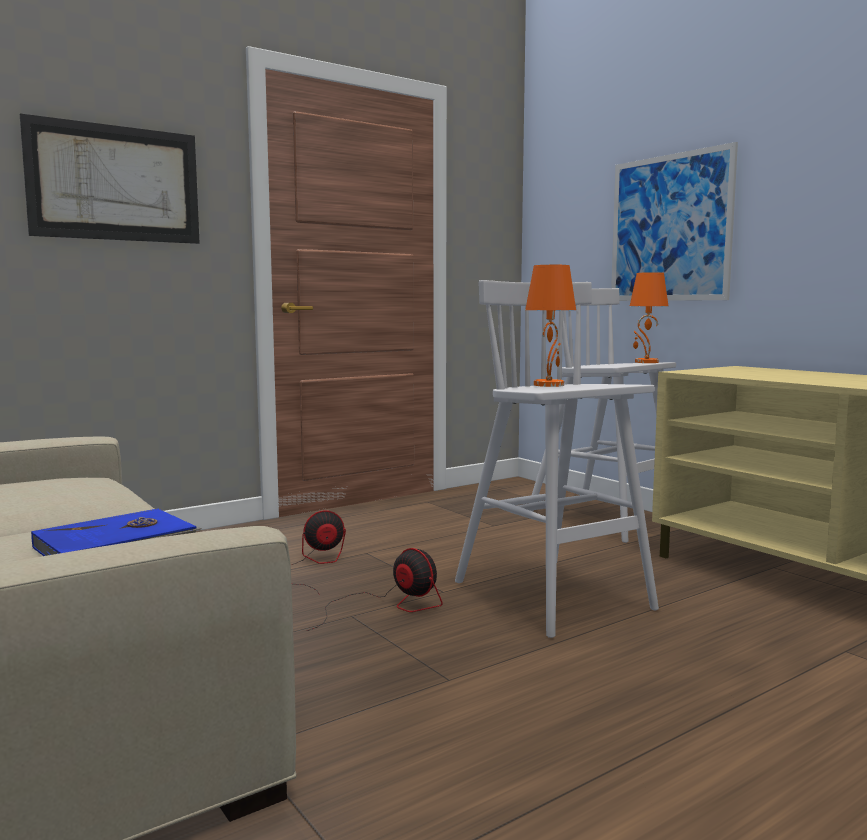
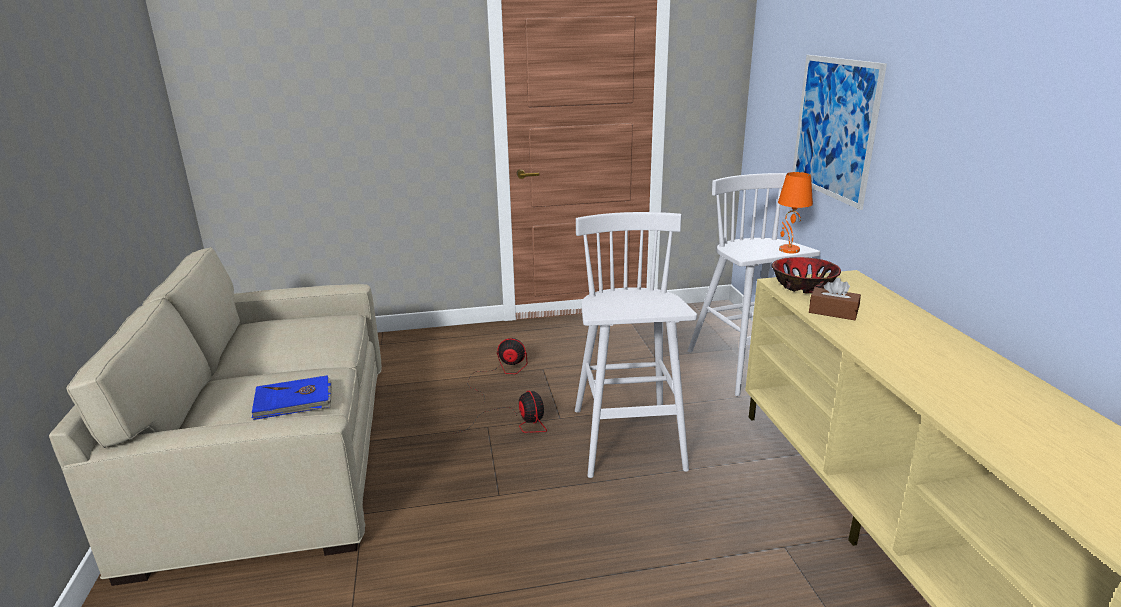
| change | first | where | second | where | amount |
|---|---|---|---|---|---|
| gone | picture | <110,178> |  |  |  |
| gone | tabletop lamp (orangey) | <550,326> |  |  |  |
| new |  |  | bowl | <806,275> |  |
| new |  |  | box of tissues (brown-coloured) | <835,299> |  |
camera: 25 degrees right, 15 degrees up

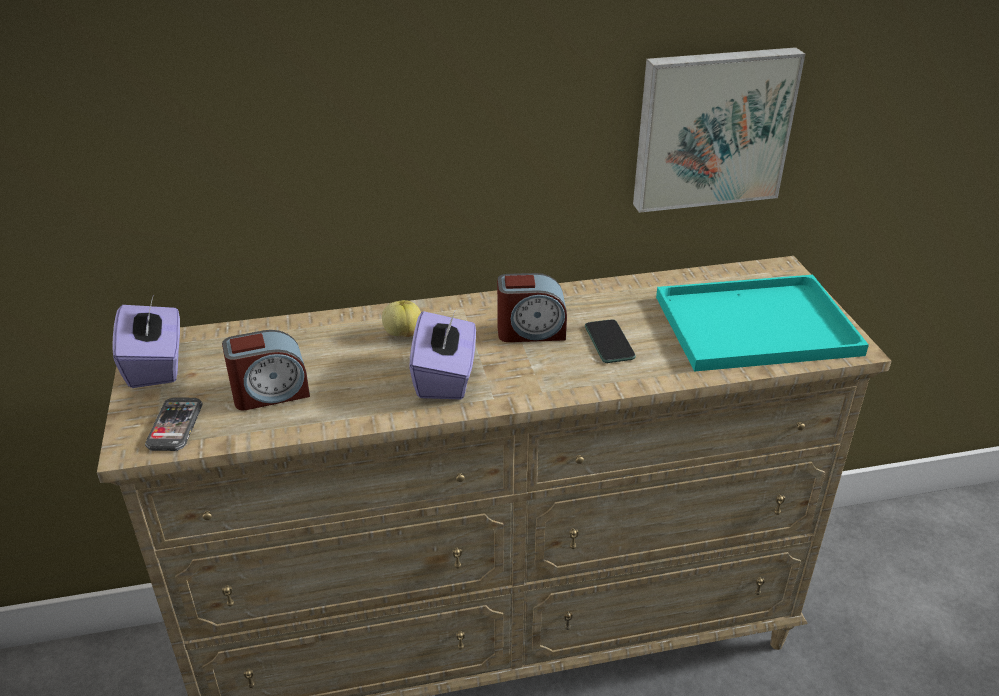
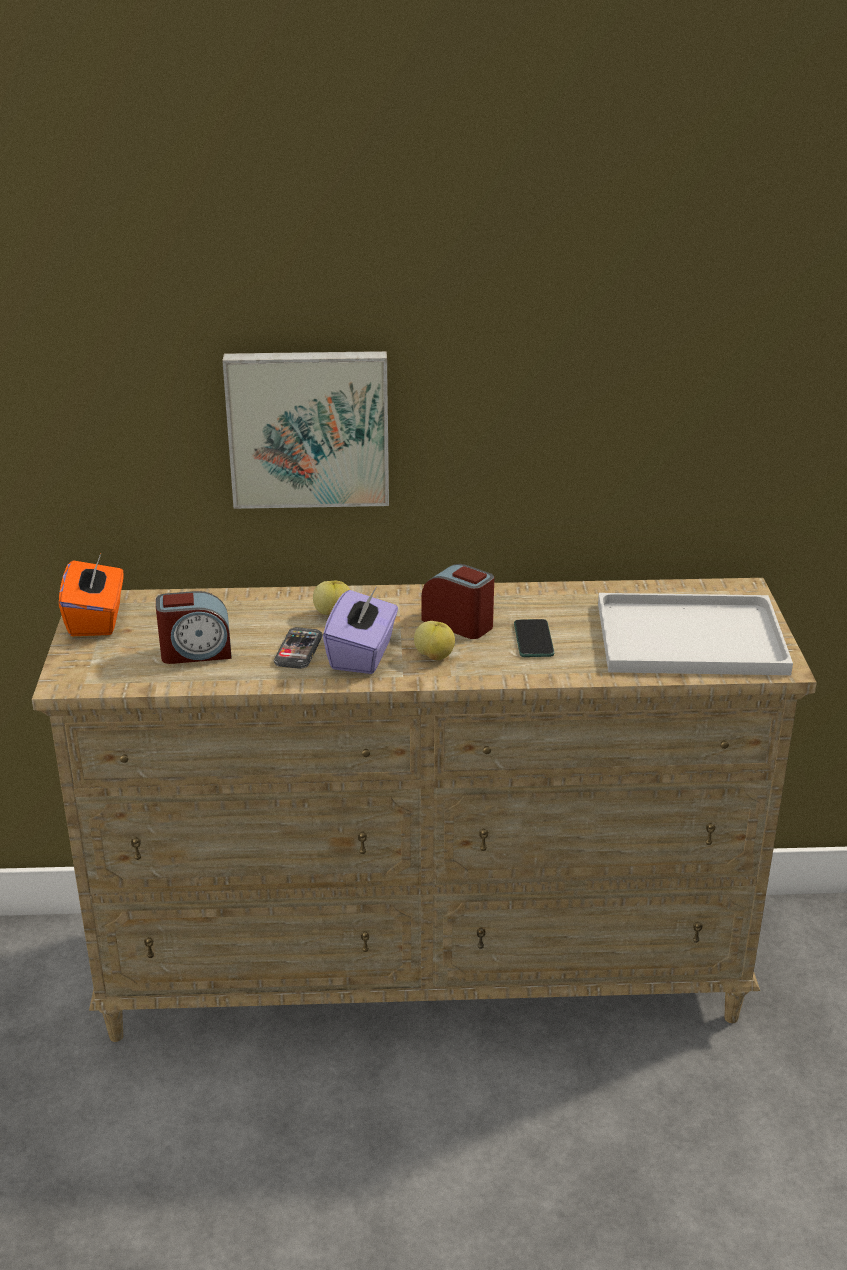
| change | first | where | second | where | amount |
|---|---|---|---|---|---|
| new |  |  | whole apple | <434,640> |  |
| shifted | telephone | <174,424> |  | <298,648> |  |
| shifted | picture | <719,130> |  | <305,430> |  |
| repainted | box of tissues (purplish) | <146,342> | box of tissues (orangey) | <91,594> |  |
| repainted | tray (turquoise-coloured) | <762,323> | tray (white-coloured) | <695,634> |  |
| rotated | alarm clock | <532,307> |  | <457,601> | 150 degrees counterclockwise |
camera: 10 degrees right, 5 degrees down

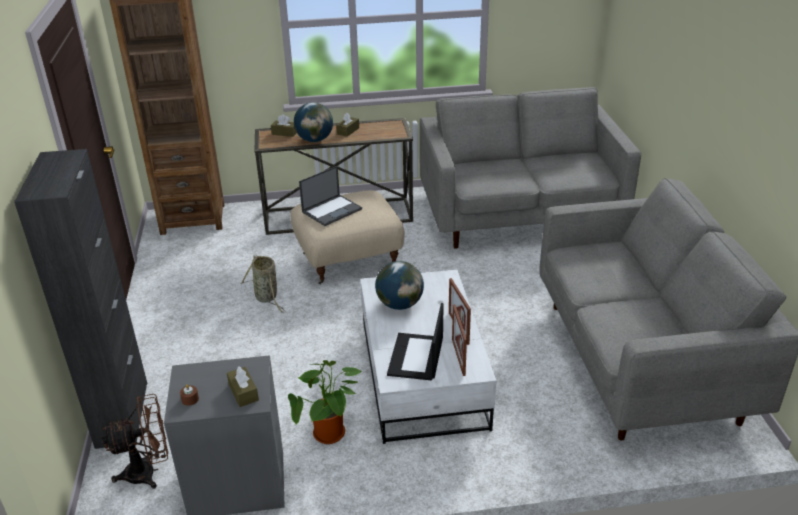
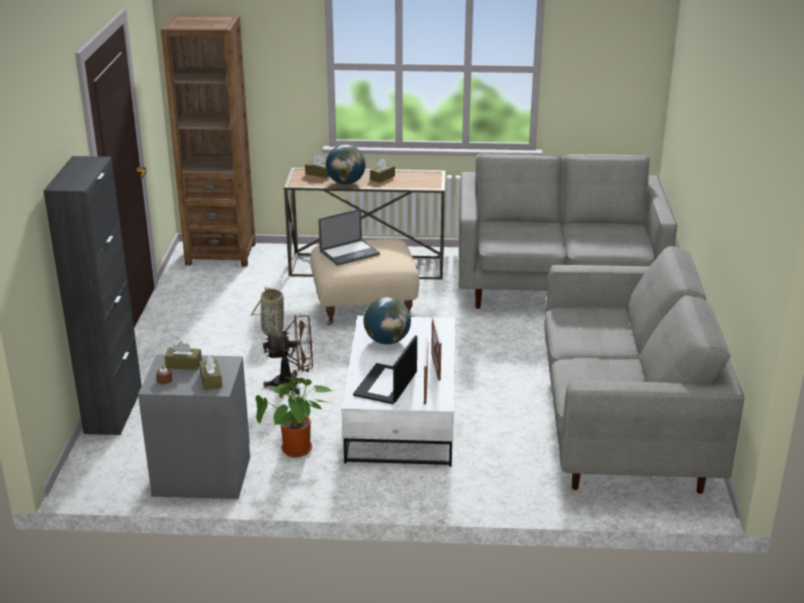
| change | first | where | second | where | amount |
|---|---|---|---|---|---|
| new |  |  | box of tissues (brown-coloured) | <183,355> |  |
| shifted | cooling fan (brown-coloured) | <134,441> |  | <288,355> |  |
camera: 10 degrees right, 5 degrees down

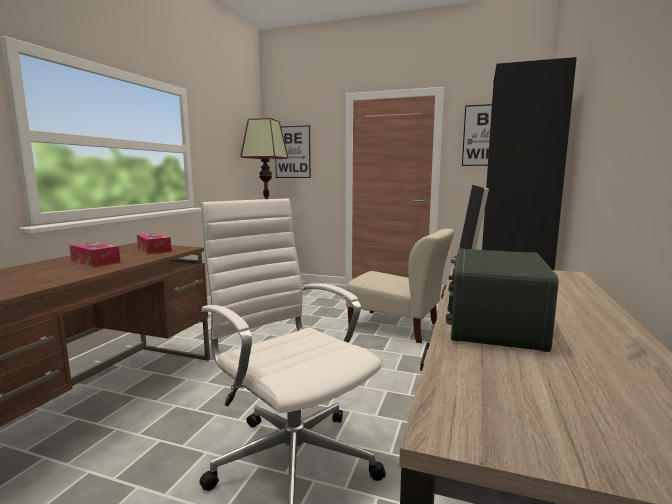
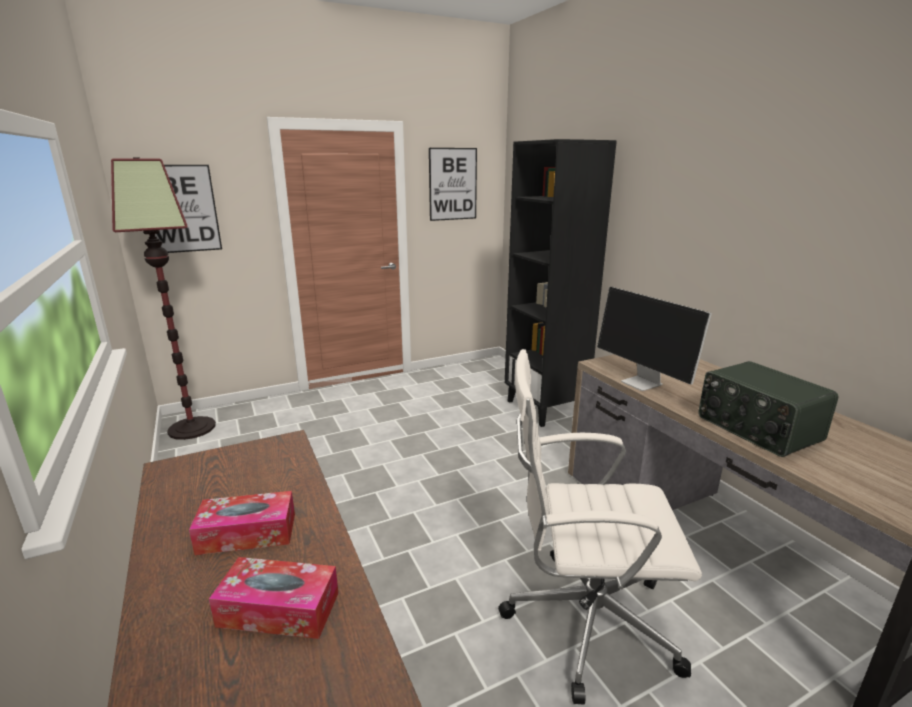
| change | first | where | second | where | amount |
|---|---|---|---|---|---|
| gone | chair (beige) | <400,286> |  |  |  |
| shifted | box of tissues | <154,243> |  | <273,598> |  |
camera: 45 degrees left, 10 degrees up

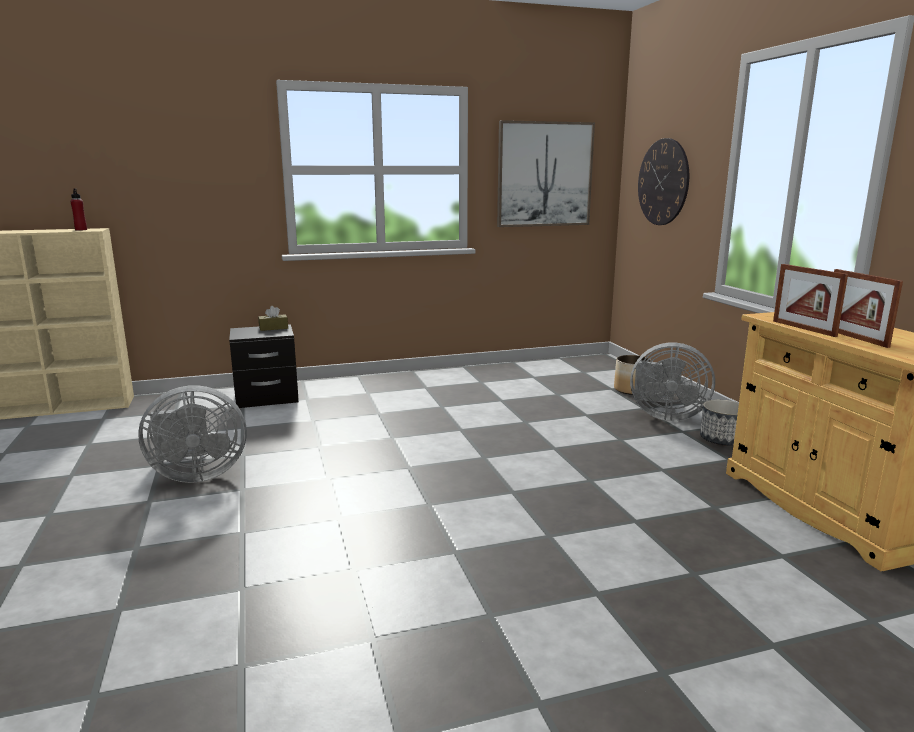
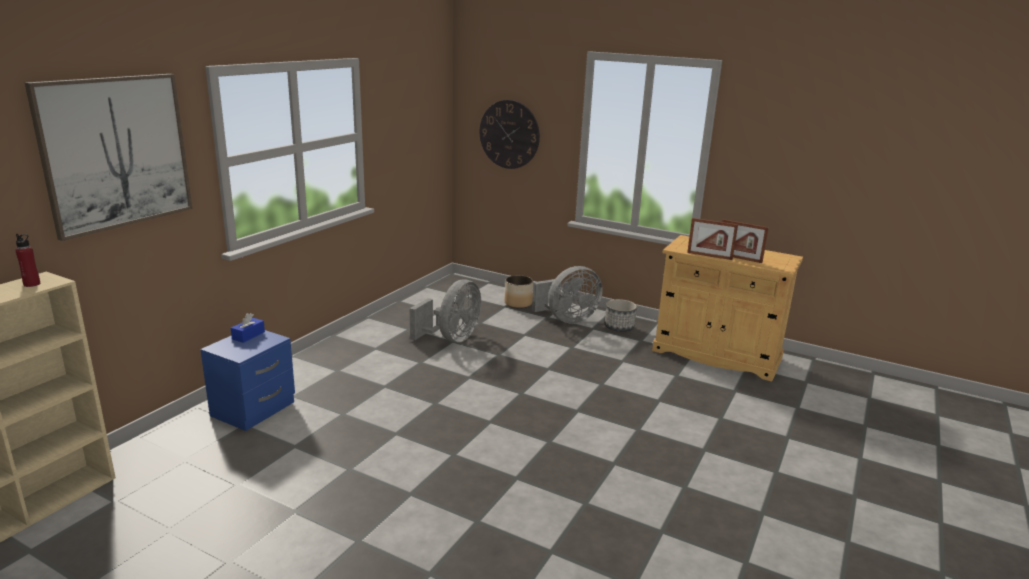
| change | first | where | second | where | amount |
|---|---|---|---|---|---|
| shifted | cooling fan (gray) | <192,434> |  | <445,311> |  |
| shifted | picture | <546,173> |  | <109,157> |  |
| repainted | nightstand (black-coloured) | <264,366> | nightstand (blue-coloured) | <247,380> |  |
| repainted | box of tissues (brown-coloured) | <273,318> | box of tissues (blue-coloured) | <248,328> |  |
camera: 45 degrees left, 5 degrees up

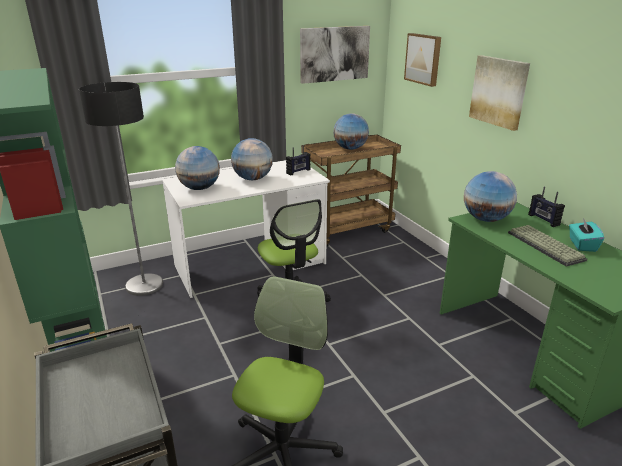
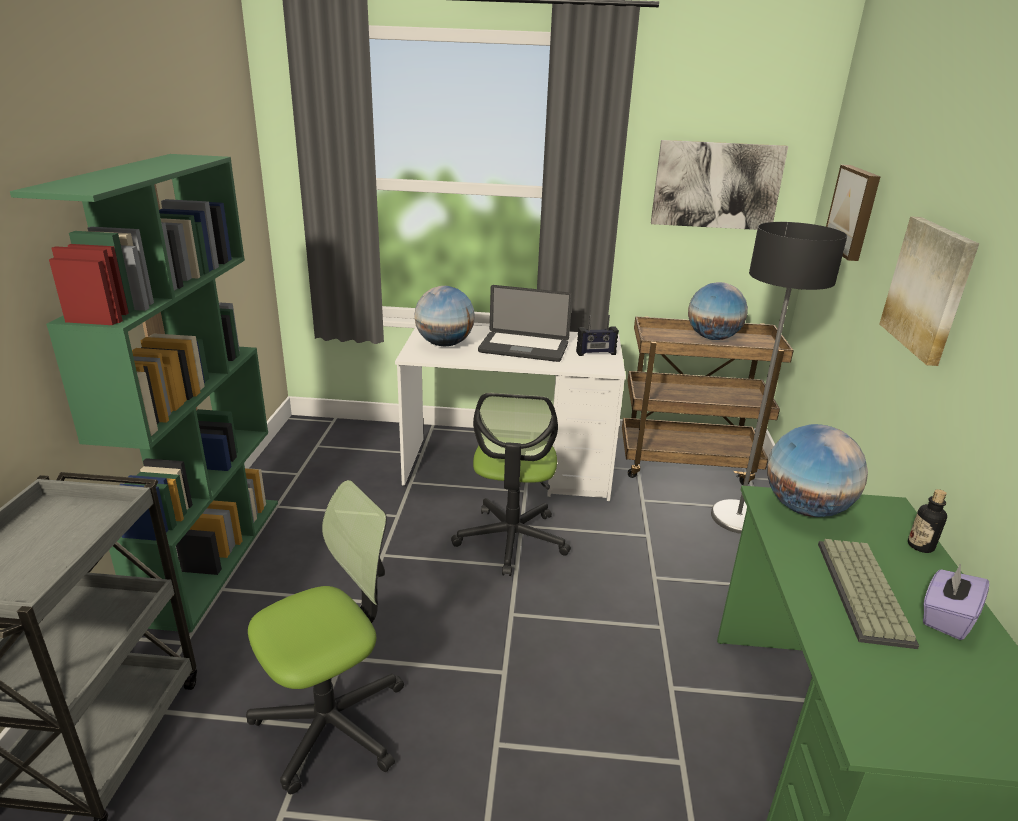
| change | first | where | second | where | amount |
|---|---|---|---|---|---|
| shifted | standard lamp | <121,189> |  | <779,378> |  |
| swapped | desk globe | <252,159> | laptop | <525,323> |  |
| swapped | radio set | <546,206> | beverage bottle | <927,521> |  |
| repainted | box of tissues (turquoise-coloured) | <586,235> | box of tissues (purplish) | <956,601> |  |
camera: 30 degrees right, 0 degrees up

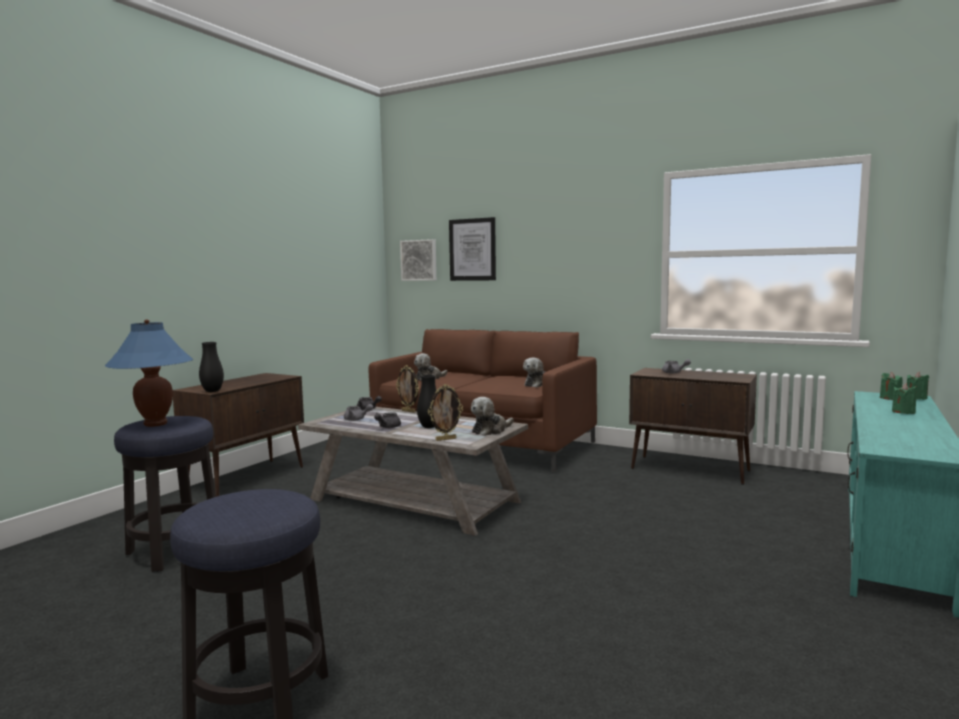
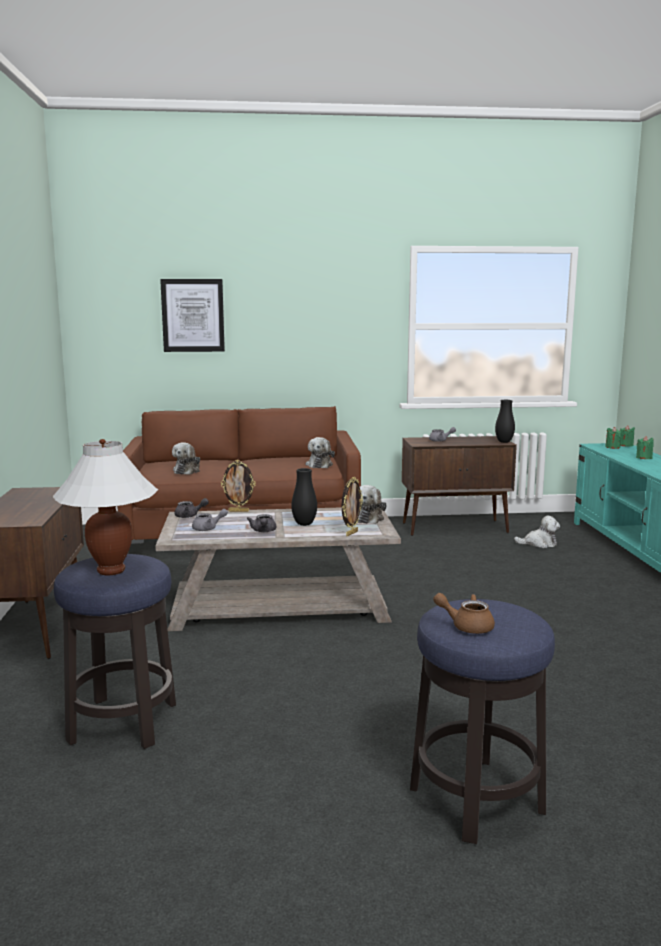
| change | first | where | second | where | amount |
|---|---|---|---|---|---|
| gone | picture | <418,260> |  |  |  |
| new |  |  | pot for tea (brown-coloured) | <464,613> |  |
| new |  |  | plush toy | <537,532> |  |
| shifted | vase (black-coloured) | <211,367> |  | <505,421> |  |
| repainted | tabletop lamp (blue-coloured) | <149,373> | tabletop lamp (white-coloured) | <105,507> |  |
camera: 35 degrees left, 5 degrees up

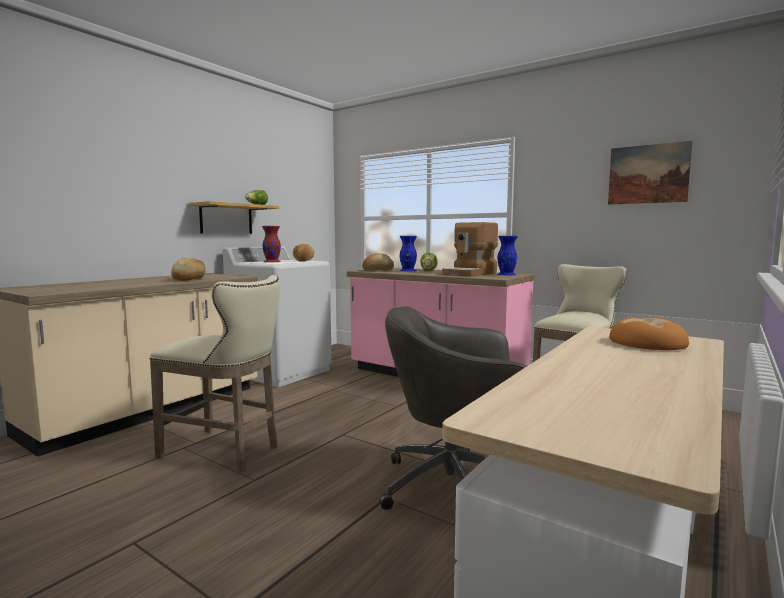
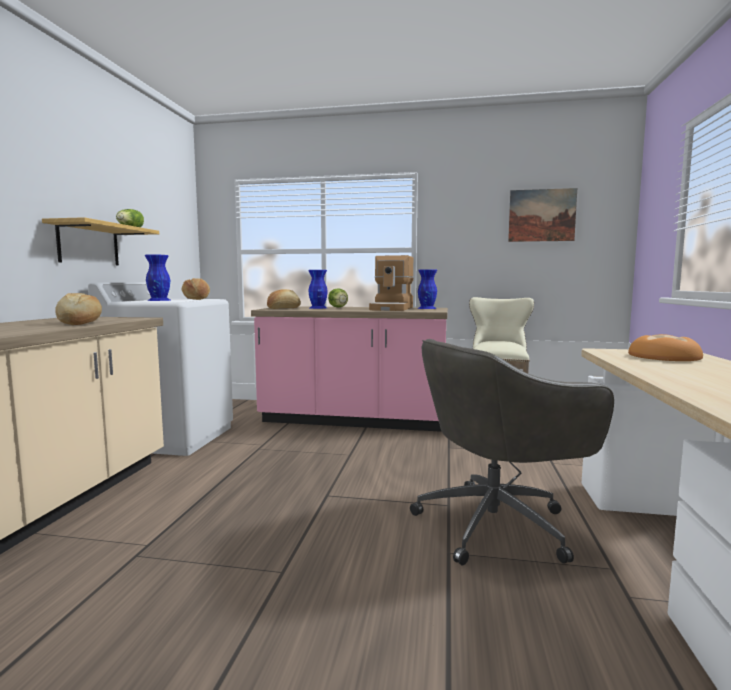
| change | first | where | second | where | amount |
|---|---|---|---|---|---|
| gone | stool (beige) | <214,373> |  |  |  |
| repainted | vase (red) | <271,244> | vase (blue-coloured) | <157,277> |  |
camera: 25 degrees left, 0 degrees up

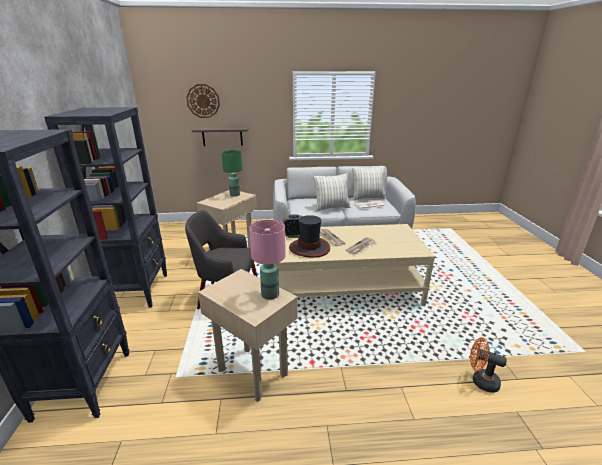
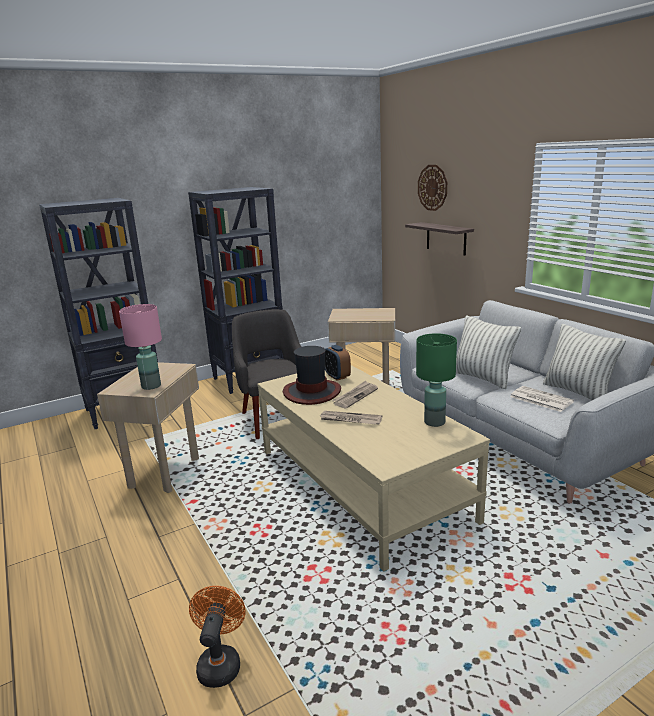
| change | first | where | second | where | amount |
|---|---|---|---|---|---|
| shifted | tabletop lamp (greenish) | <232,173> |  | <436,380> |  |
camera: 65 degrees right, 5 degrees down

